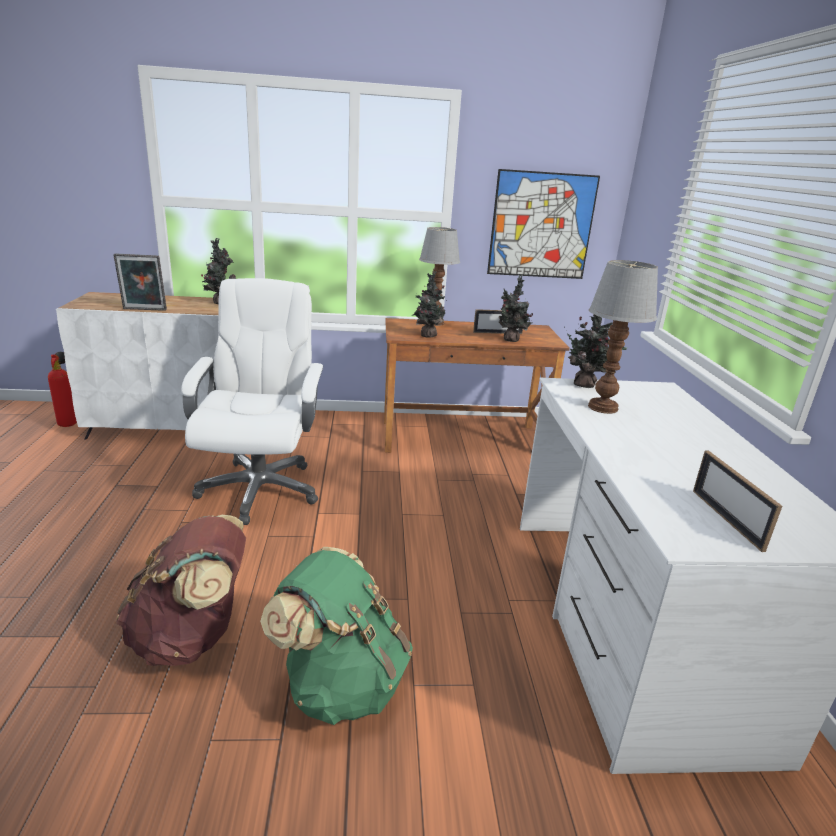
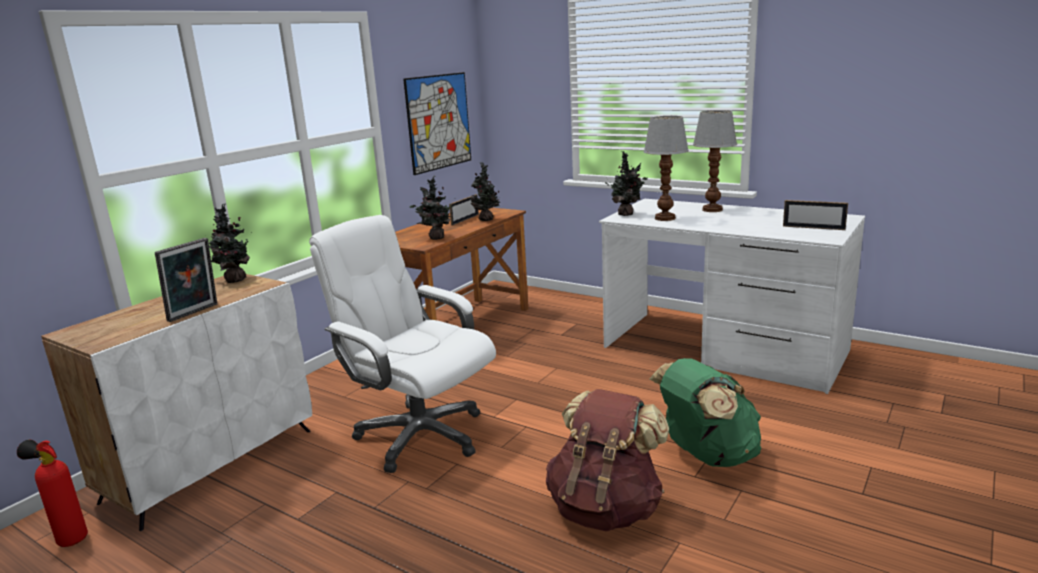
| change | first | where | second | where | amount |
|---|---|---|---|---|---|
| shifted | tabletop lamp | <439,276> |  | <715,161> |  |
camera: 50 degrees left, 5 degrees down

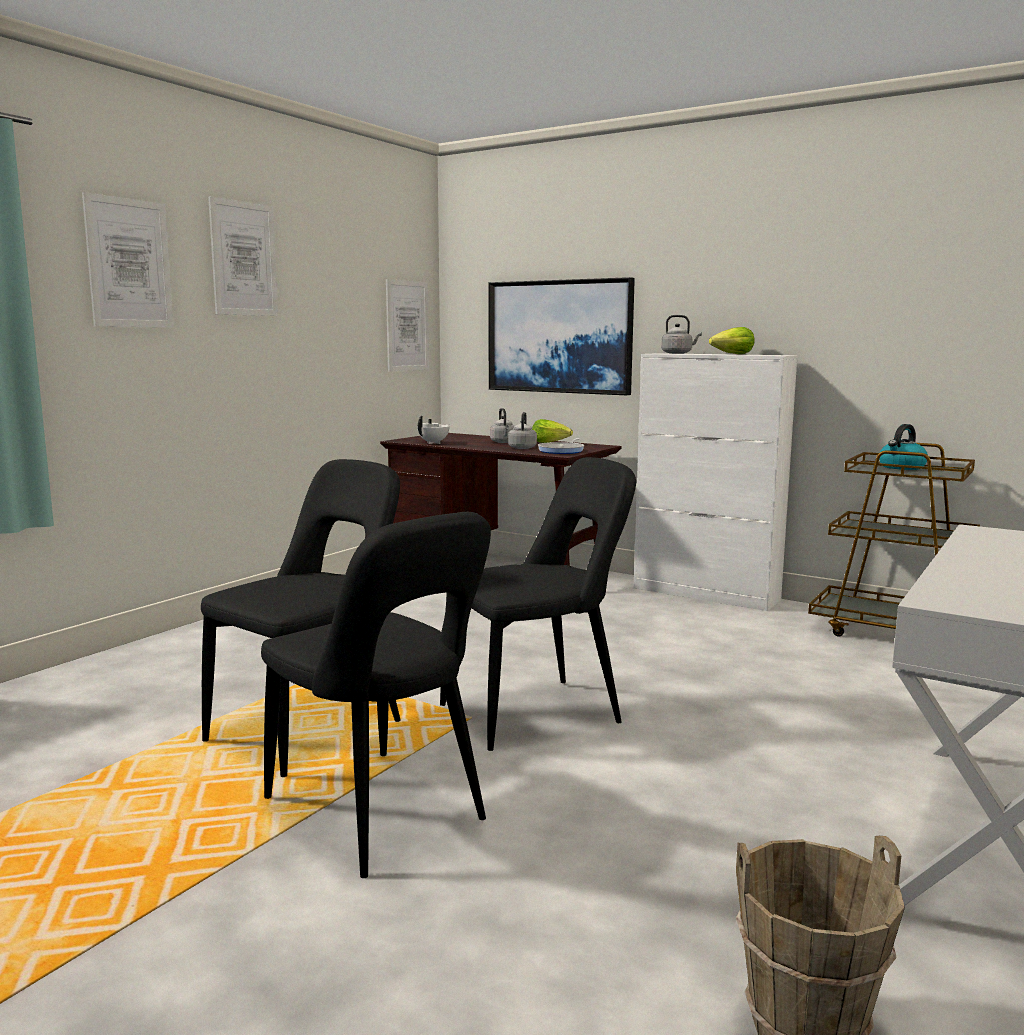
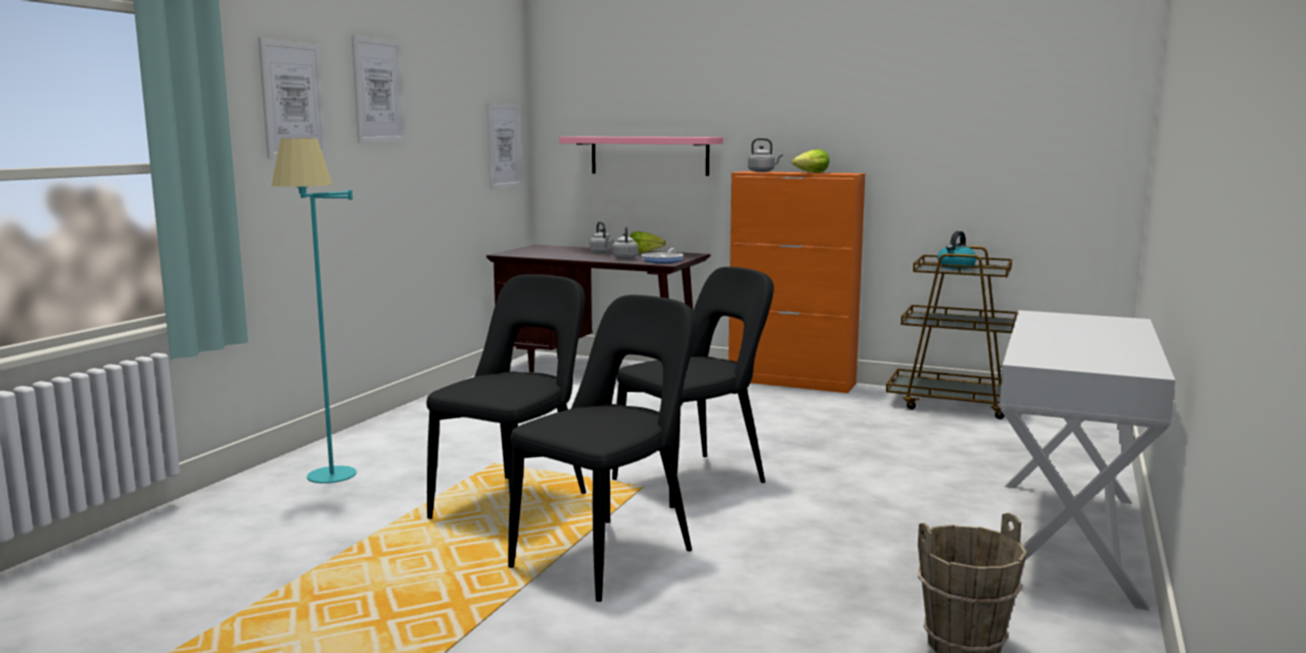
| change | first | where | second | where | amount |
|---|---|---|---|---|---|
| gone | pot for tea (white-coloured) | <433,430> |  |  |  |
| new |  |  | standard lamp (turquoise-coloured) | <314,310> |  |
| swapped | picture | <561,336> | bracket shelf (pink-coloured) | <641,156> |  |
| repainted | storage cabinet (white-coloured) | <716,482> | storage cabinet (orangey) | <796,282> |  |
| rotated | chair (black-coloured) | <376,695> |  | <602,448> | 90 degrees counterclockwise |
camera: 10 degrees left, 0 degrees up

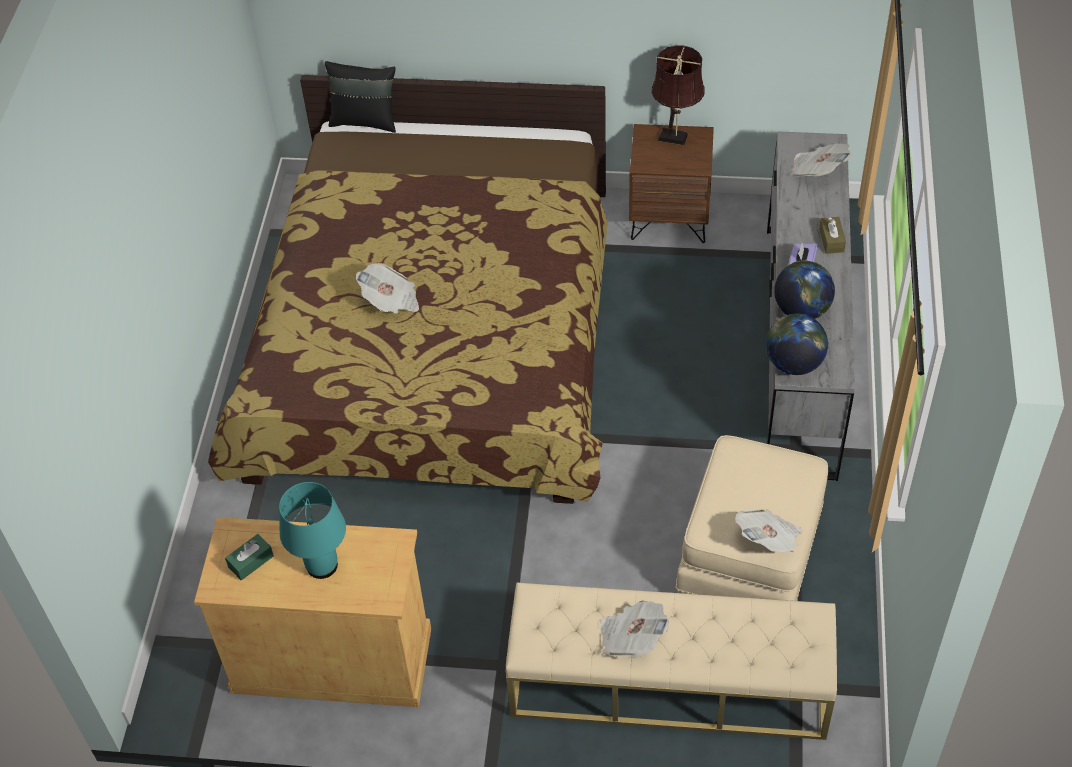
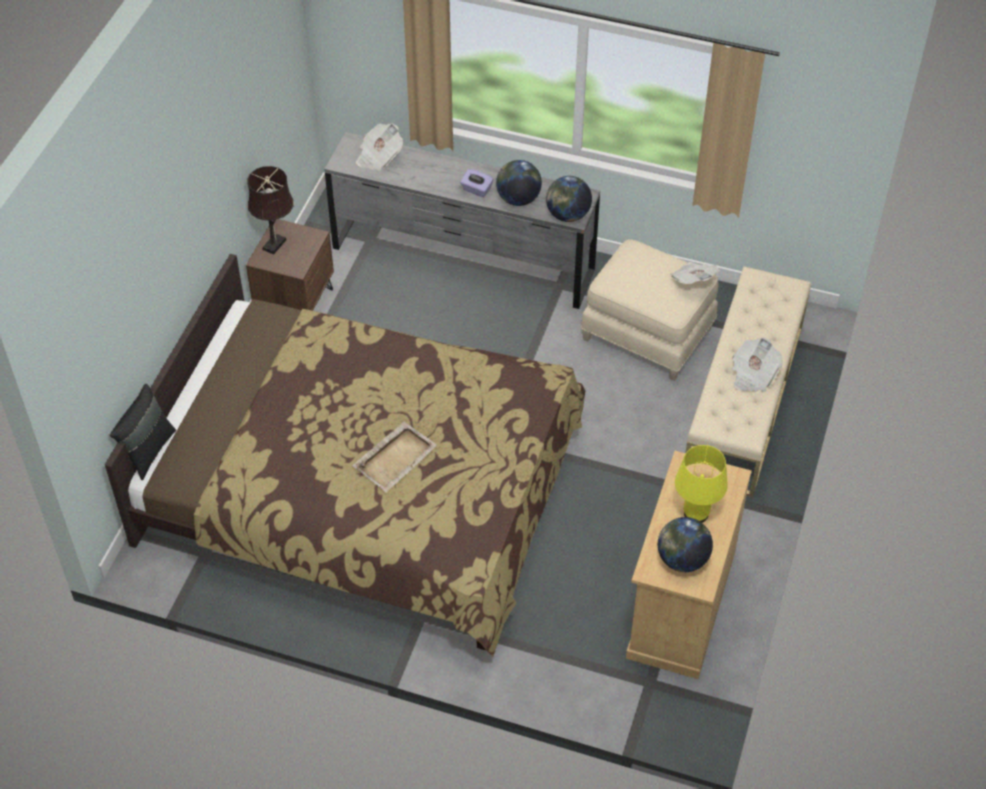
| change | first | where | second | where | amount |
|---|---|---|---|---|---|
| gone | box of tissues (brown-coloured) | <832,235> |  |  |  |
| swapped | box of tissues (greenish) | <249,557> | desk globe | <685,544> |  |
| swapped | printed paper | <387,288> | tray (beige) | <395,456> |  |
| repainted | tabletop lamp (turquoise-coloured) | <312,530> | tabletop lamp (yellow-coloured) | <701,484> |  |
camera: 80 degrees left, 0 degrees up

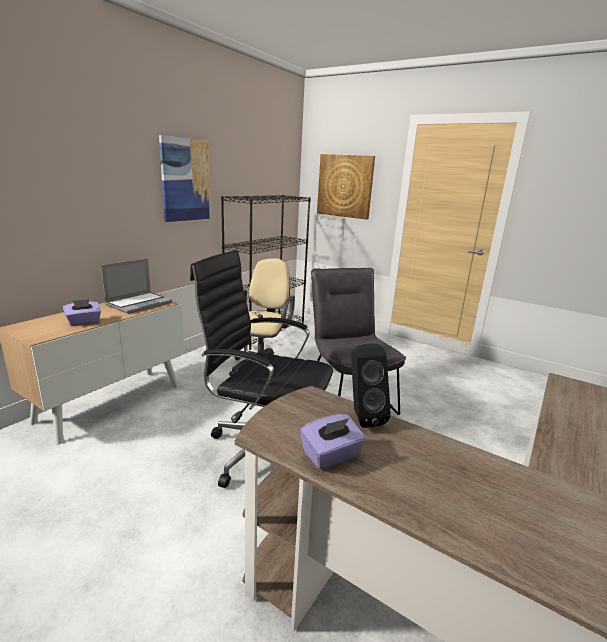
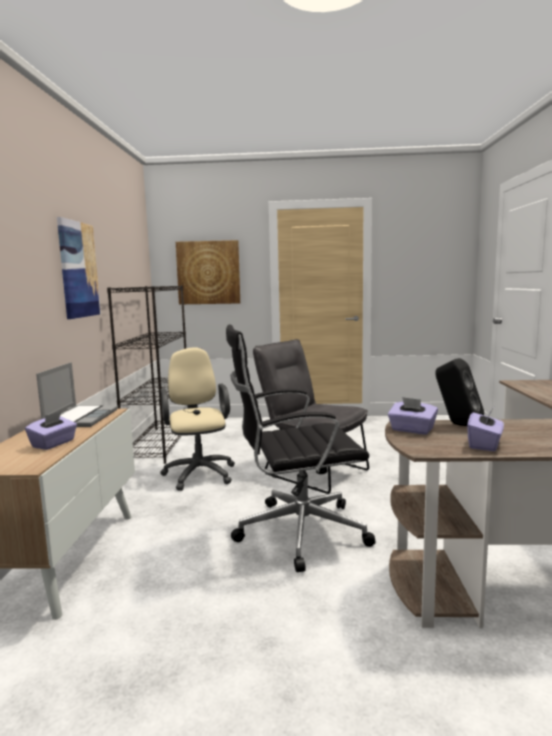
| change | first | where | second | where | amount |
|---|---|---|---|---|---|
| new |  |  | box of tissues (purplish) | <413,416> |  |
camera: 30 degrees left, 10 degrees down

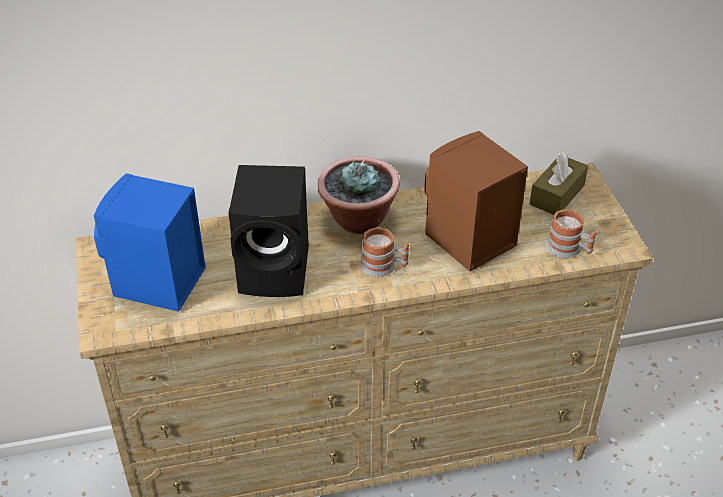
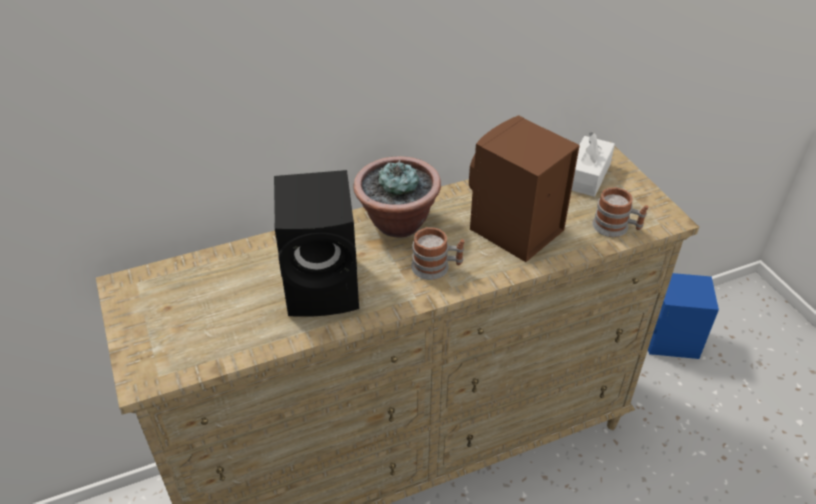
| change | first | where | second | where | amount |
|---|---|---|---|---|---|
| shifted | loudspeaker (blue-coloured) | <150,242> |  | <683,316> |  |
| repainted | box of tissues (brown-coloured) | <559,183> | box of tissues (white-coloured) | <593,164> |  |
camera: 10 degrees left, 0 degrees up

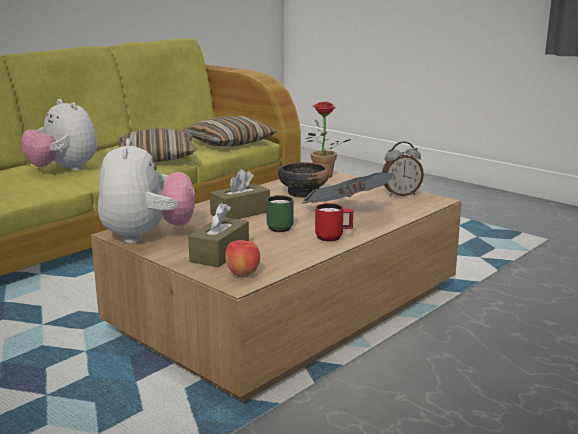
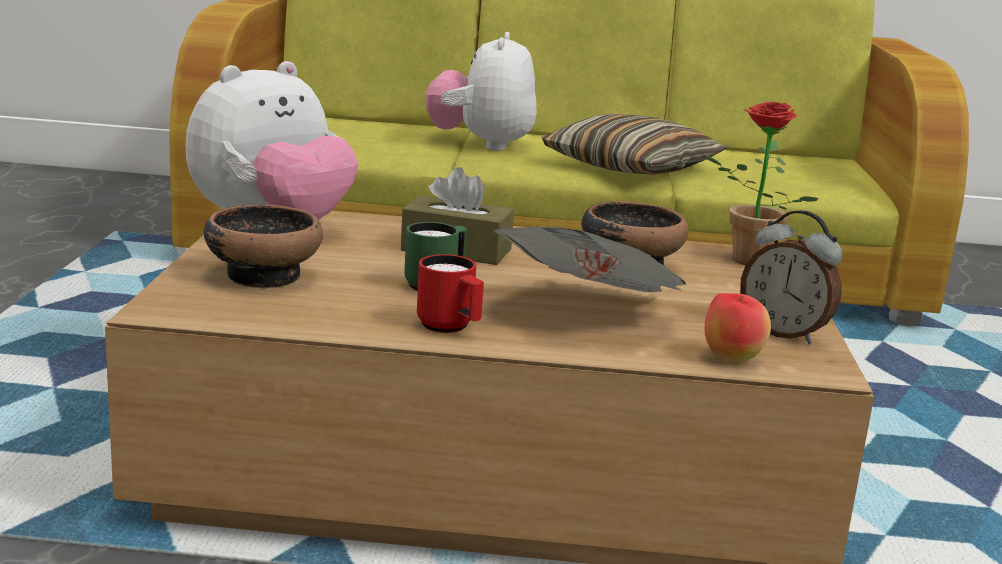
| change | first | where | second | where | amount |
|---|---|---|---|---|---|
| gone | throw pillow | <229,131> |  |  |  |
| shifted | whole apple | <242,258> |  | <738,328> |  |
| swapped | box of tissues (brown-coloured) | <218,235> | bowl | <263,246> |  |
camera: 50 degrees right, 0 degrees up

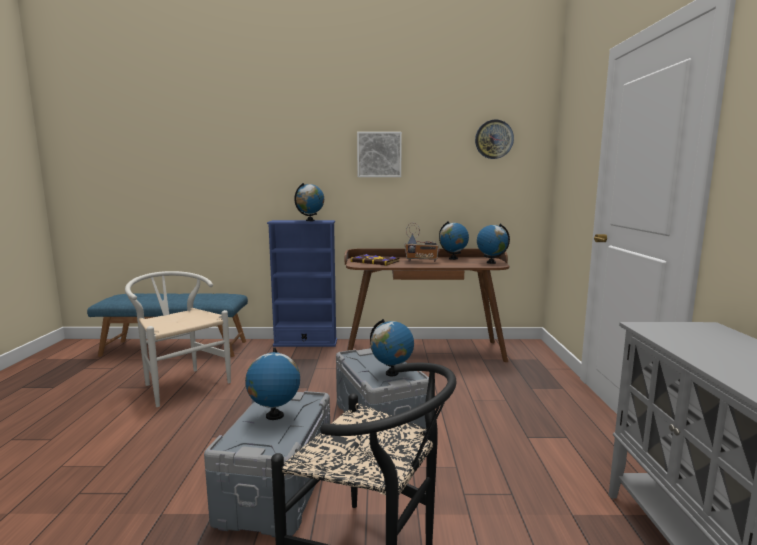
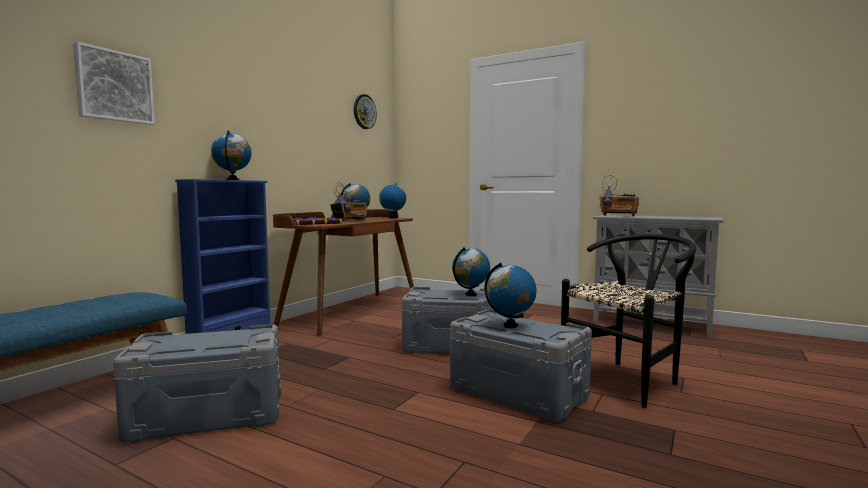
| change | first | where | second | where | amount |
|---|---|---|---|---|---|
| new |  |  | radio set | <619,195> |  |
| shifted | picture | <379,154> |  | <114,83> |  |
| swapped | chair (white-coloured) | <178,339> | storage box (gray) | <197,383> |  |
camera: 60 degrees left, 5 degrees down

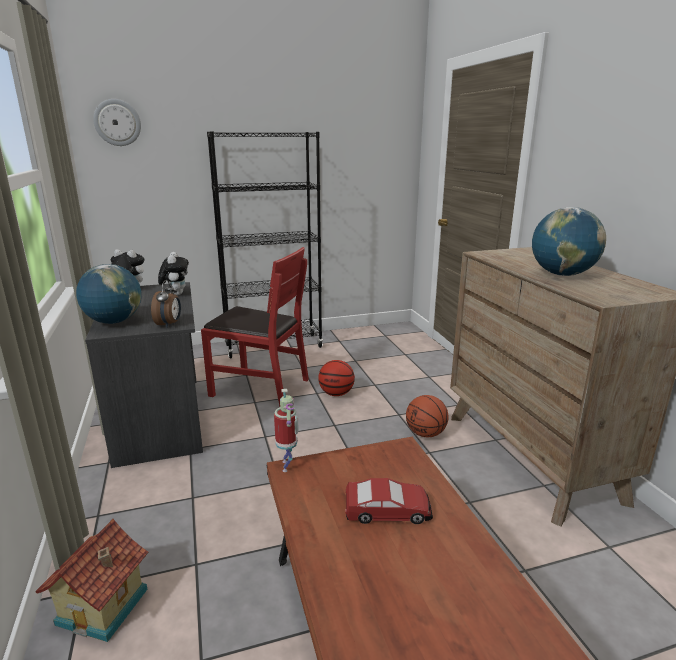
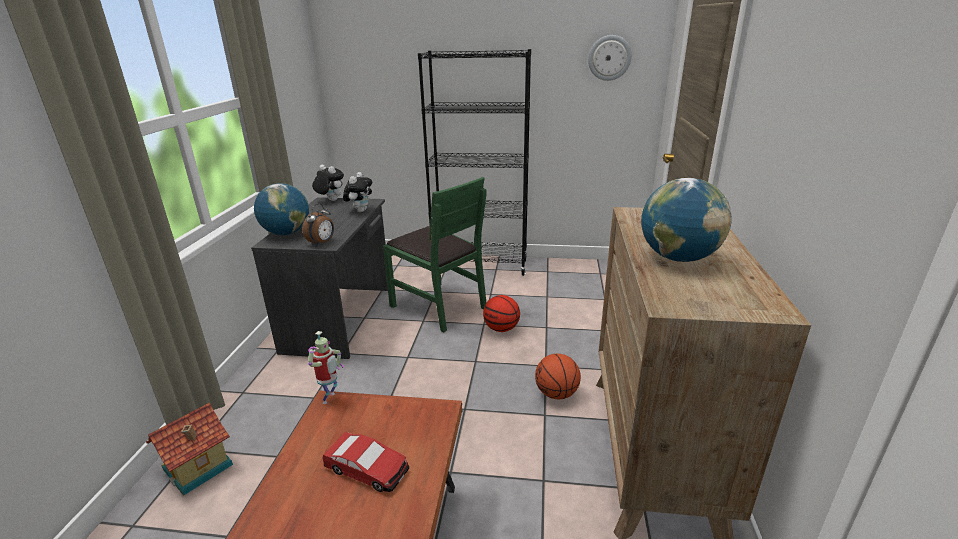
| change | first | where | second | where | amount |
|---|---|---|---|---|---|
| shifted | hanging clock | <117,122> |  | <610,58> |  |
| repainted | chair (red) | <255,327> | chair (greenish) | <435,254> |  |
camera: 25 degrees right, 5 degrees up

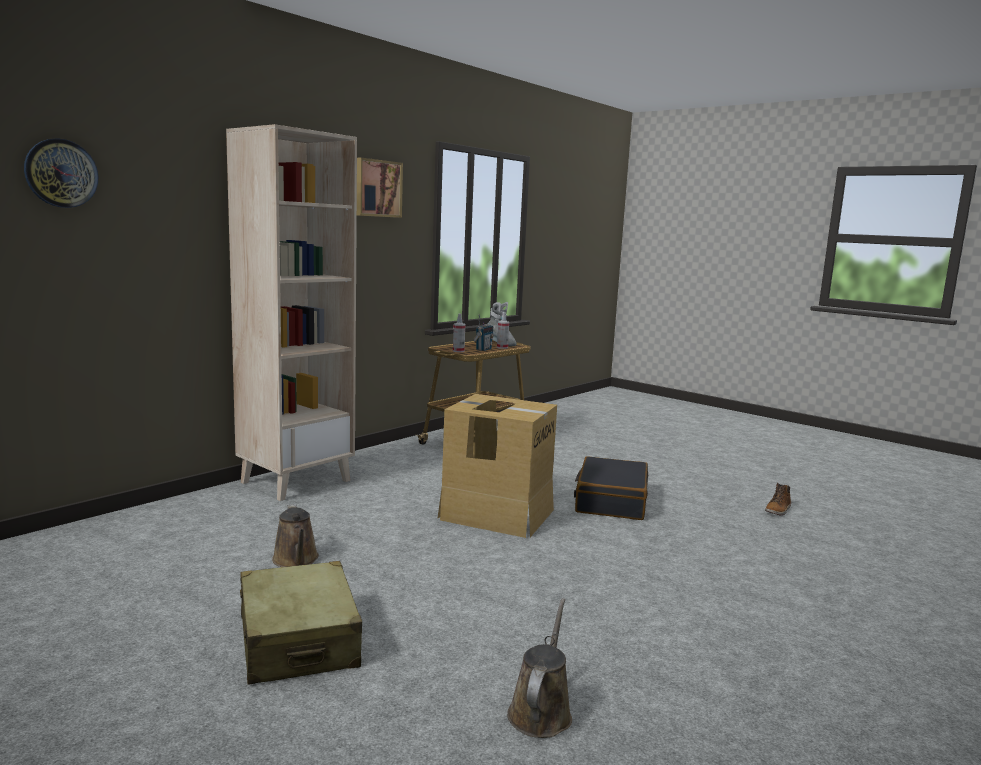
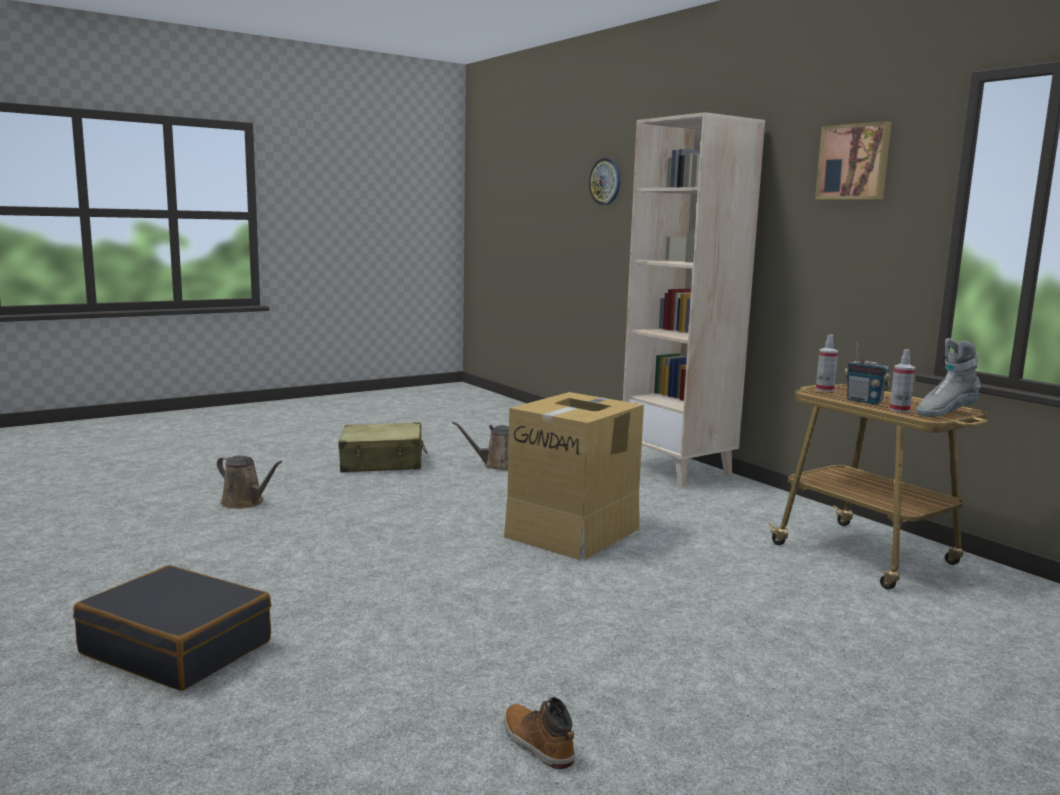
| change | first | where | second | where | amount |
|---|---|---|---|---|---|
| shifted | travel case (black-coloured) | <611,488> |  | <172,628> |  |
camera: 105 degrees right, 0 degrees up

